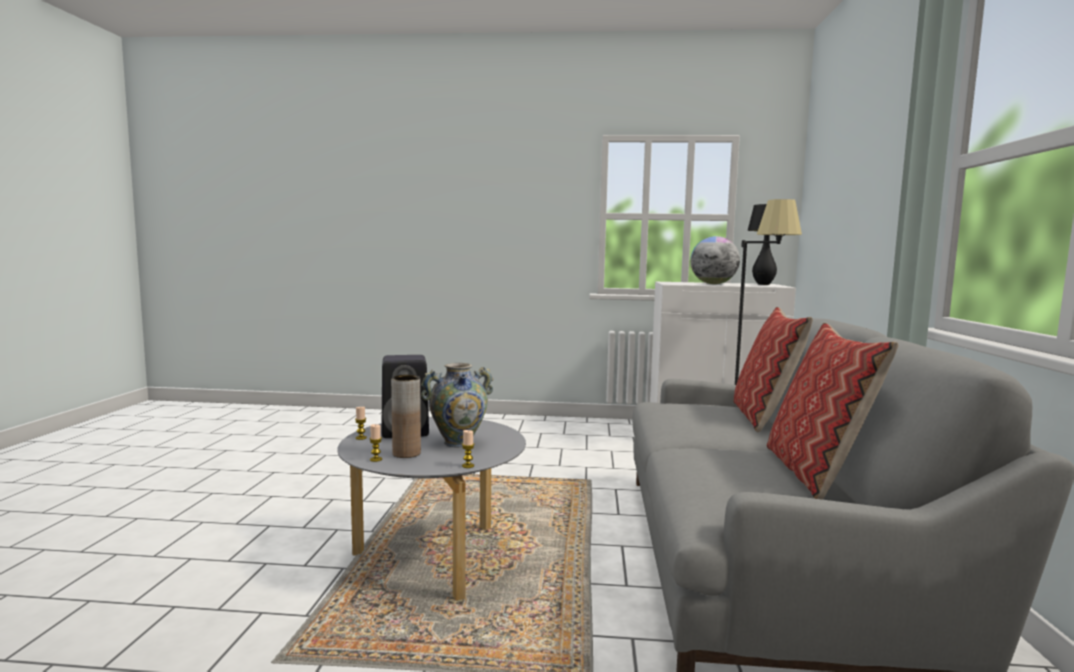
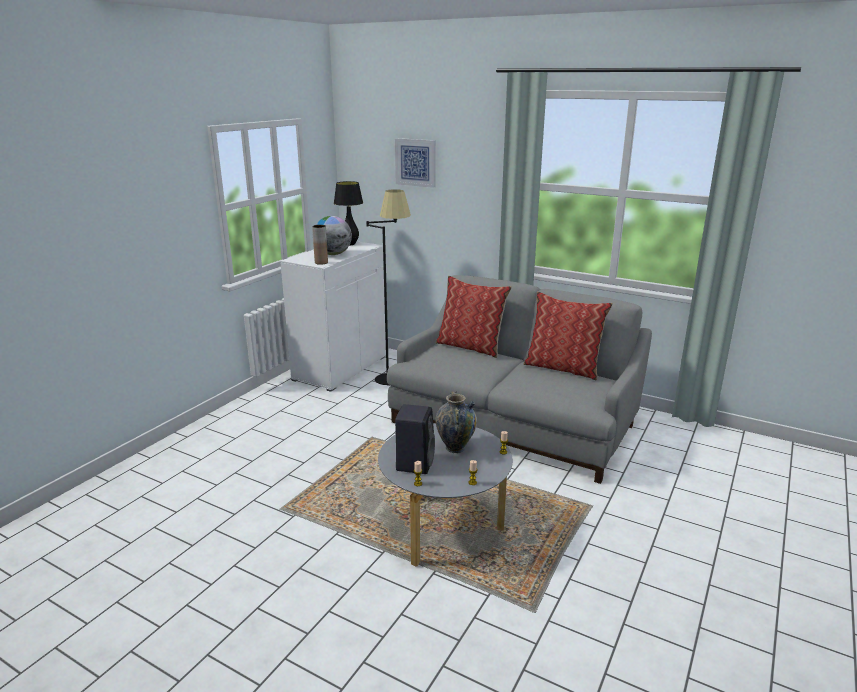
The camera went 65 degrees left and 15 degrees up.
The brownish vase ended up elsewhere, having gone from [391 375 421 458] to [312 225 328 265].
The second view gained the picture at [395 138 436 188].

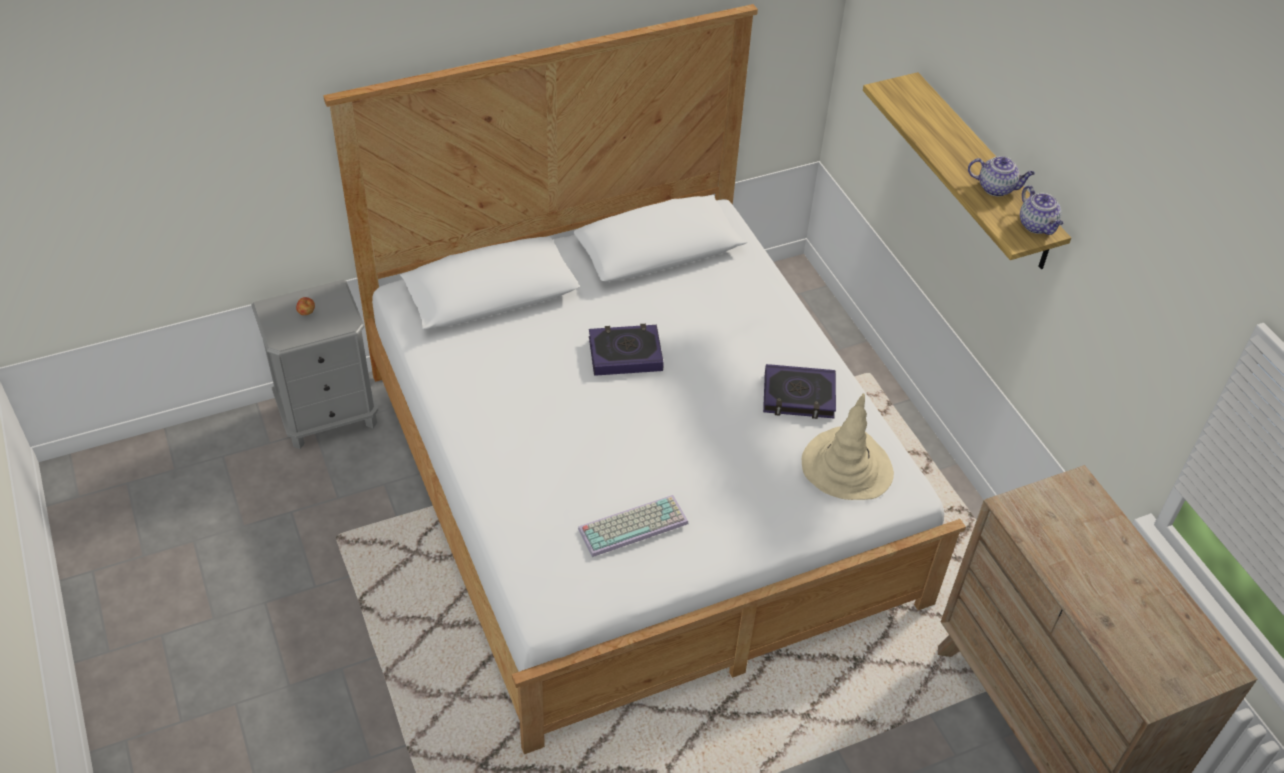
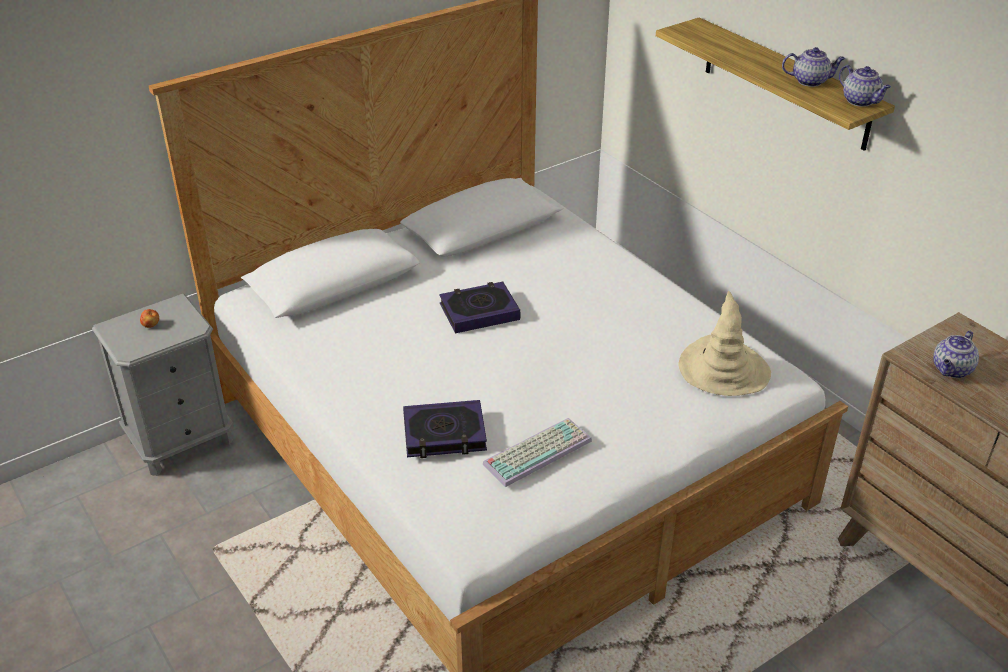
The camera went 10 degrees left and 10 degrees down.
The bound book ended up elsewhere, having gone from [763 364 836 419] to [403 400 487 458].
The second view gained the teapot at [933 331 979 378].

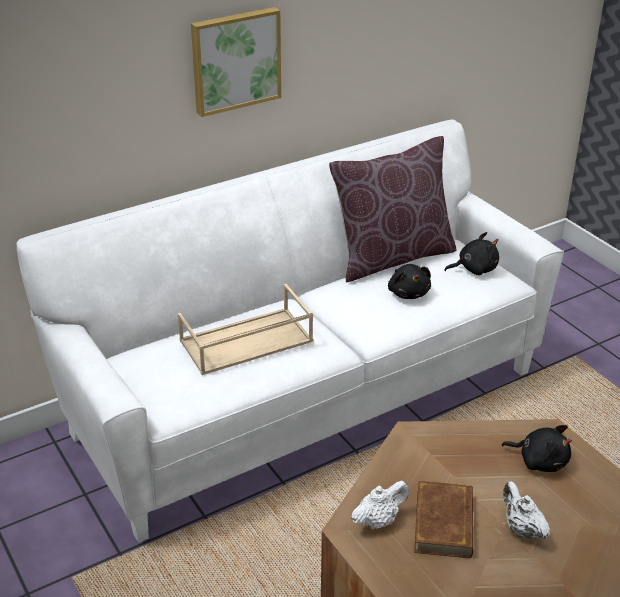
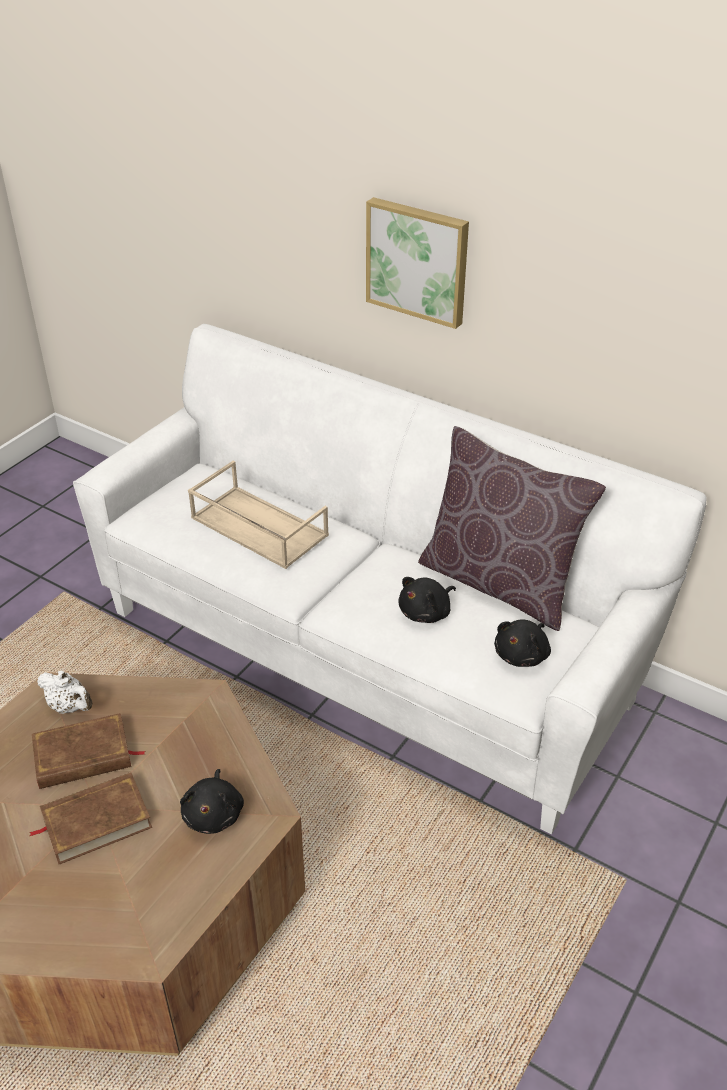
The camera went 65 degrees right and 5 degrees up.
The black plush toy at [444 232 499 275] ended up facing another way, 75 degrees clockwise from before.
Where the whitish teapot stood at [503 481 550 539], the brownish bound book came to stand at [29 772 152 864].

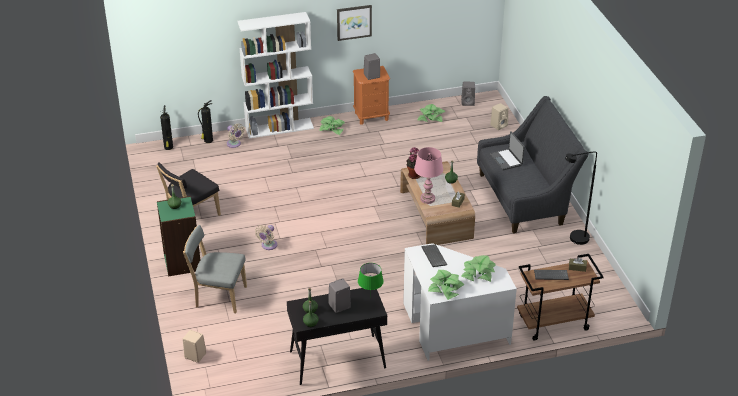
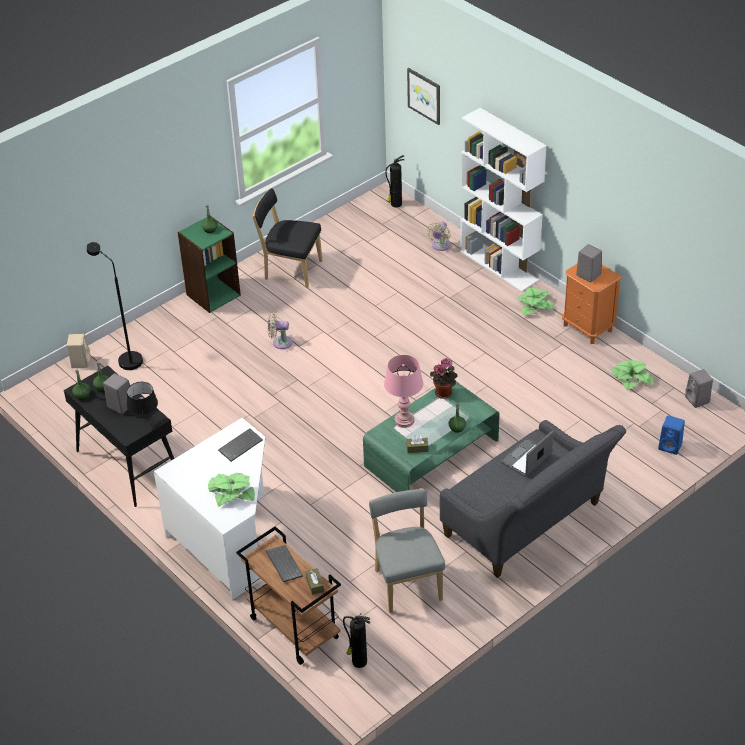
The camera went 65 degrees right and 5 degrees up.
The greyish chair ended up elsewhere, having gone from [183 225 247 313] to [369 488 445 613].
The extinguisher ended up elsewhere, having gone from [198 100 213 143] to [343 616 370 668].
The picture ended up elsewhere, having gone from [337 5 372 41] to [407 68 440 125].
What was the green-coloured tabletop lamp at [358 263 384 299] turned into the black tabletop lamp at [127 382 158 423].
What was the brownish coffee table at [400 161 475 245] turned into the green-coloured coffee table at [363 381 500 492].
The second view lost the plant in a pot at [428 270 464 300].
What was the sand-coloured audio speaker at [490 103 508 130] turned into the blue-coloured audio speaker at [658 416 685 455].
The black floor lamp ended up elsewhere, having gone from [565 151 597 245] to [87 242 143 370].

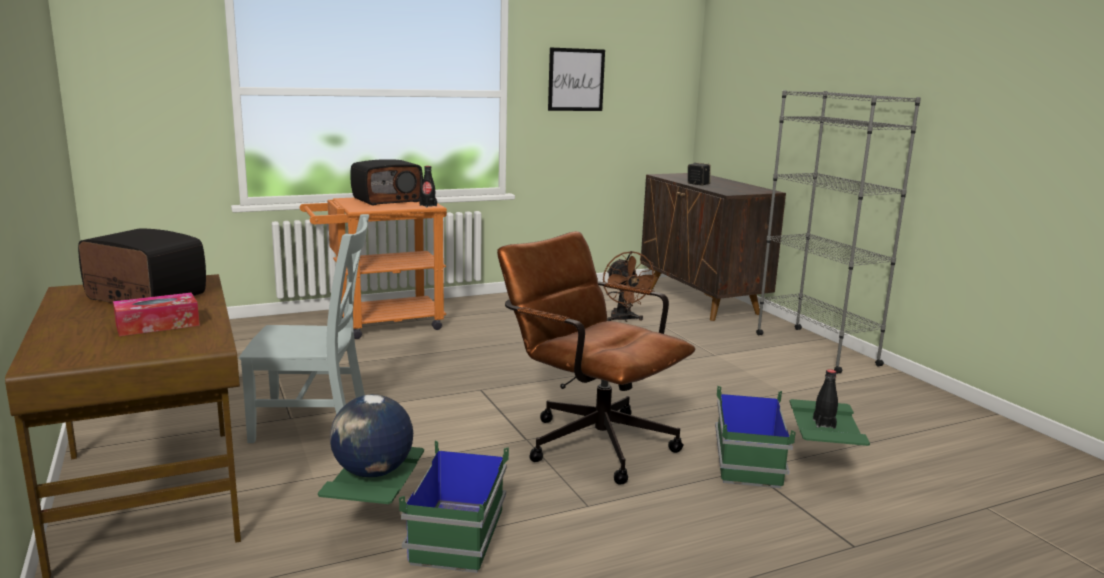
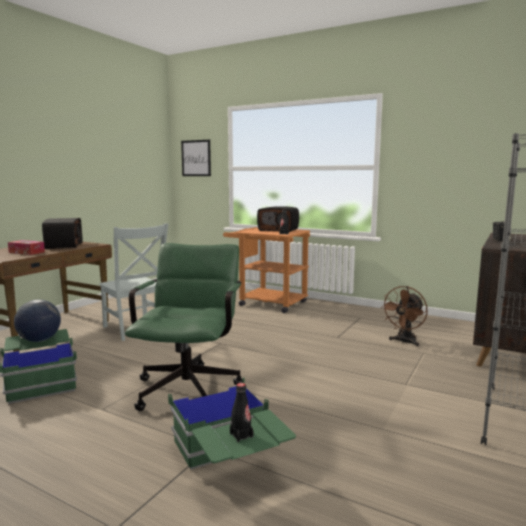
The camera went 55 degrees right and 5 degrees down.
What was the brownish office chair at [497 231 695 485] turned into the green-coloured office chair at [125 243 243 411].
The picture ended up elsewhere, having gone from [548 47 605 111] to [181 140 211 176].

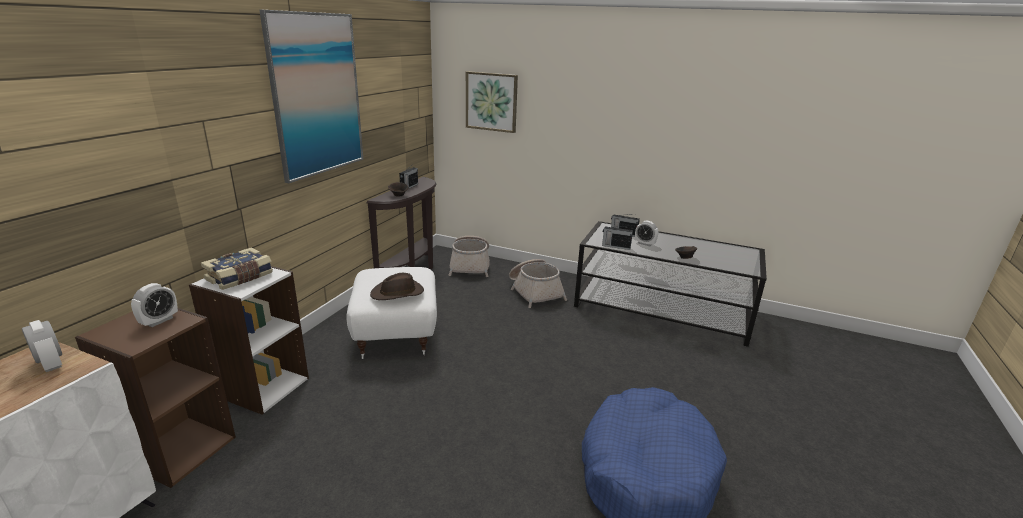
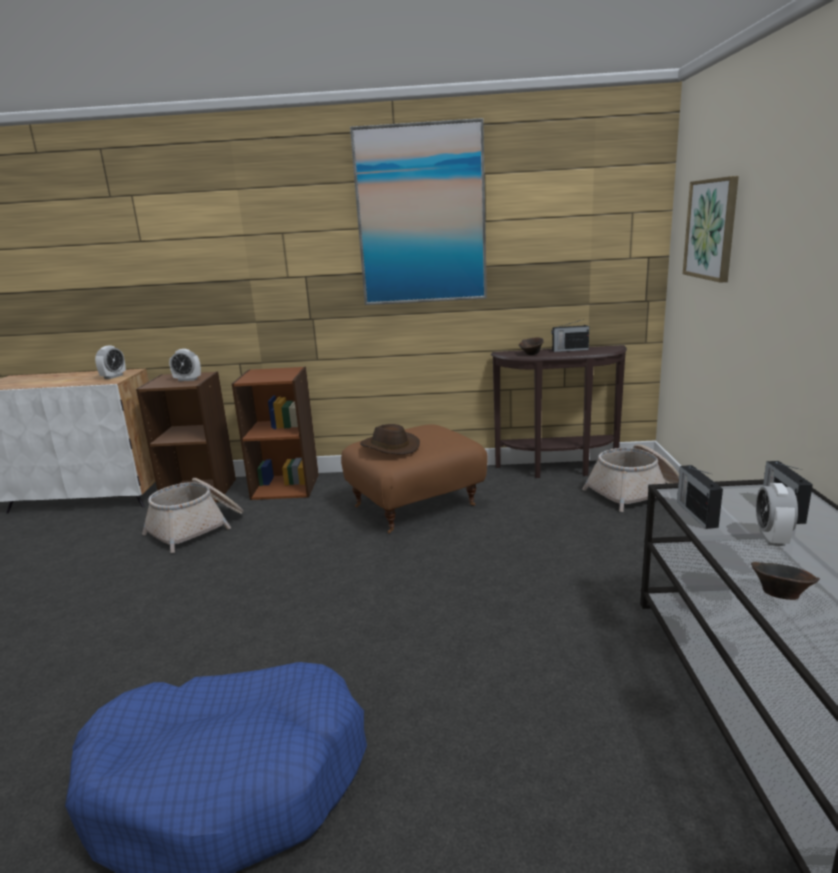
The camera went 70 degrees right and 5 degrees down.
What was the whitish bookshelf at [189 266 309 415] turned into the brownish bookshelf at [232 367 319 500].
The second view lost the bound book at [201 248 273 290].
What was the whitish ottoman at [346 267 437 359] turned into the brownish ottoman at [341 424 488 533].
The storage basket ended up elsewhere, having gone from [509 259 567 308] to [142 478 244 553].

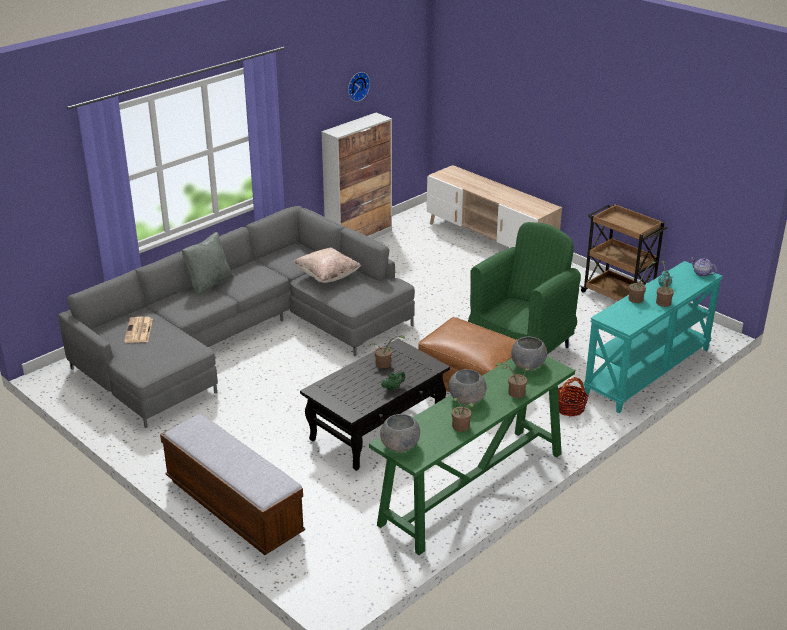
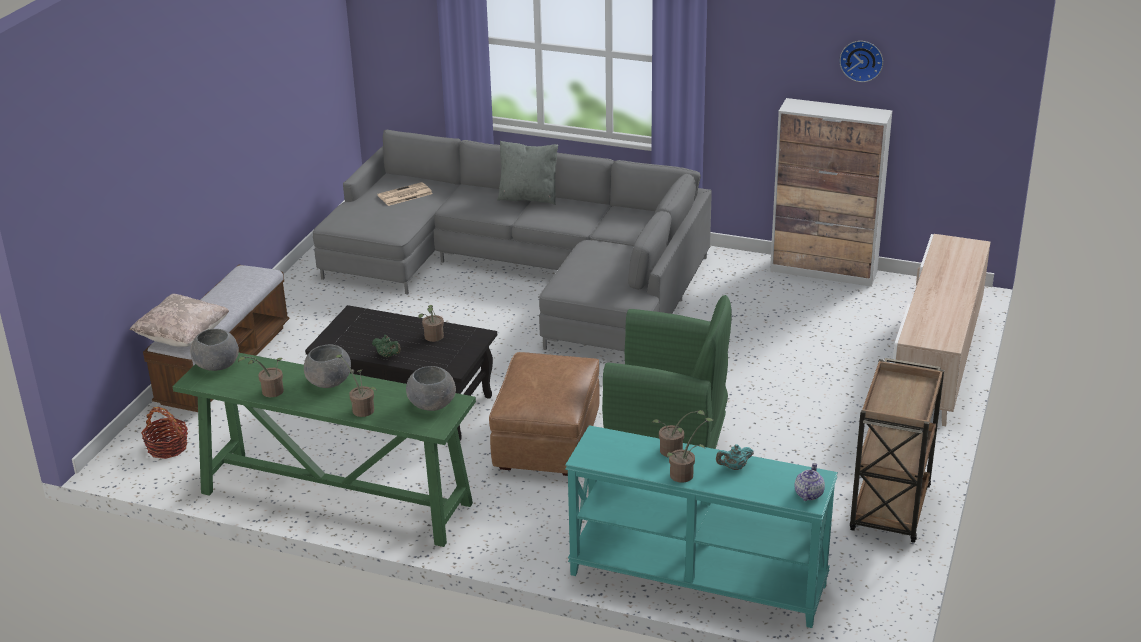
The camera went 65 degrees right and 0 degrees up.
The sand-coloured throw pillow ended up elsewhere, having gone from [294 247 361 283] to [130 294 229 347].
The storage basket ended up elsewhere, having gone from [558 377 588 417] to [141 407 188 459].

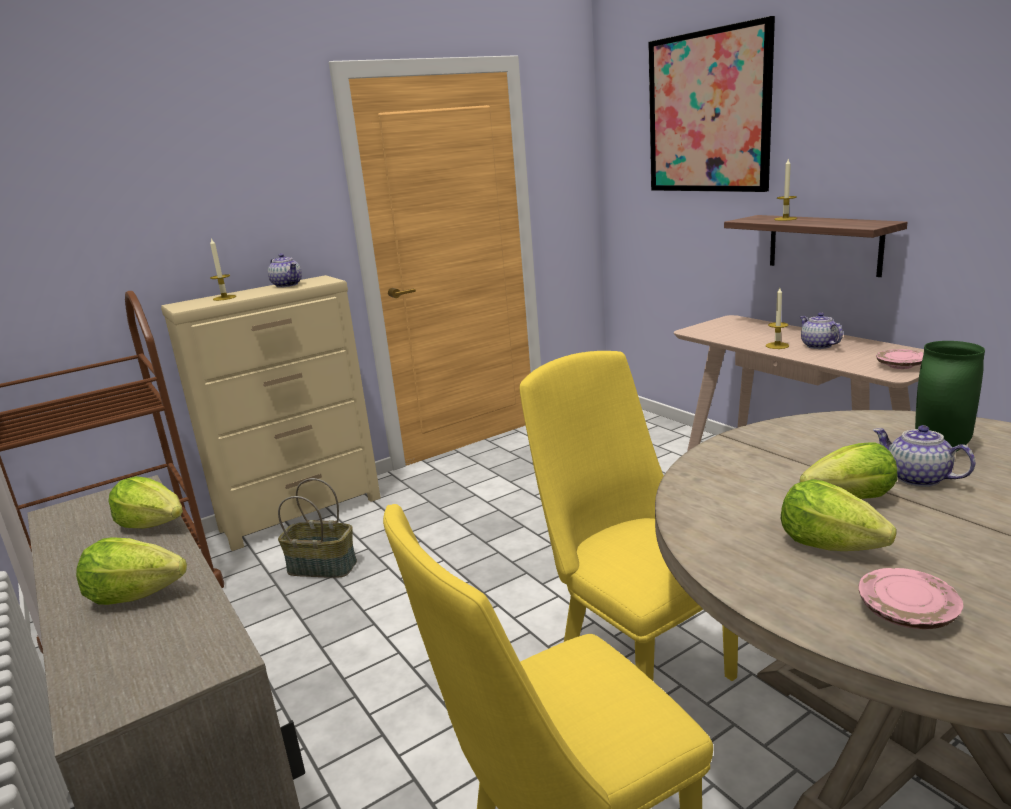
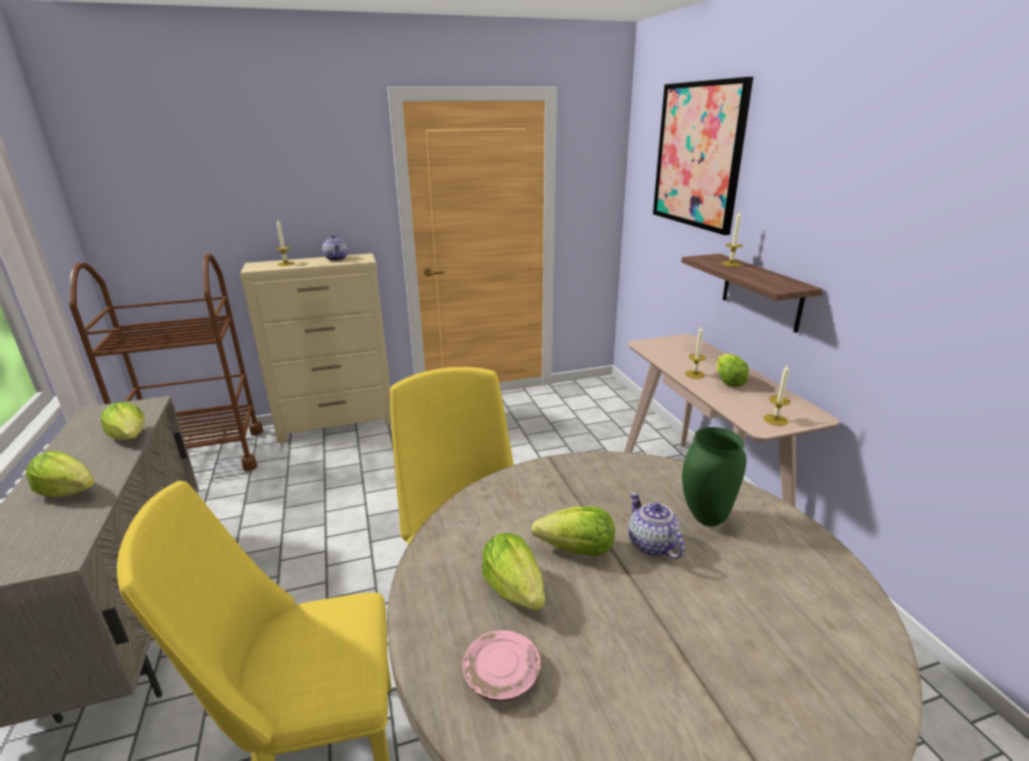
The camera went 15 degrees right and 5 degrees up.
The second view lost the storage basket at [278 478 357 578].
Where the teapot stood at [800 312 843 349], the lettuce head came to stand at [716 353 749 387].
Where the pink-coloured dinner plate stood at [876 349 924 369], the wax light came to stand at [764 364 790 426].

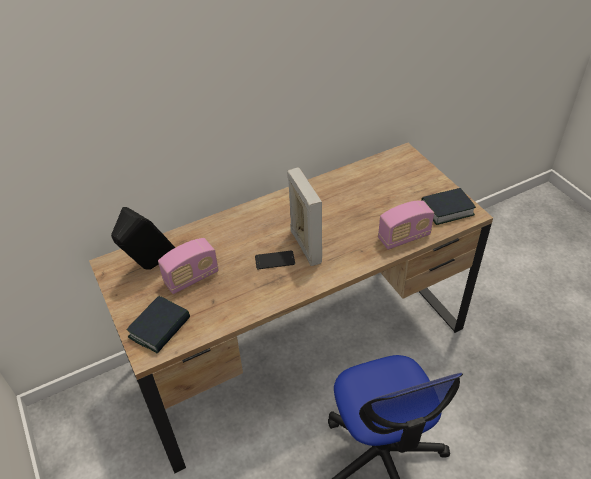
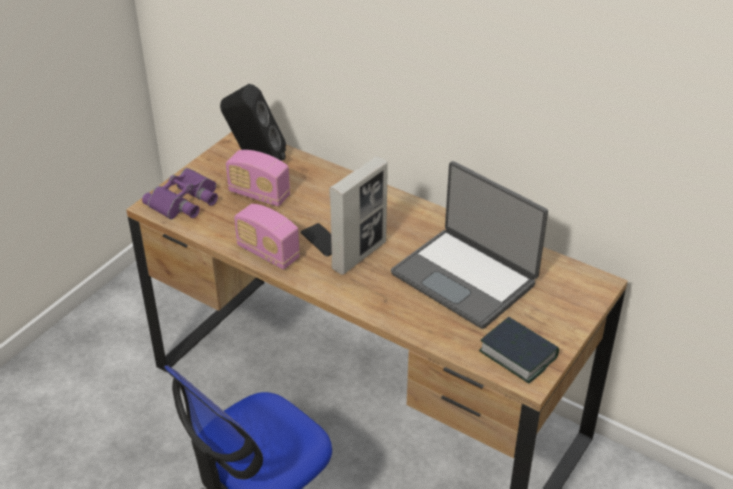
The camera went 60 degrees right and 5 degrees down.
Where the bound book stood at [126 296 190 353], the purplish binoculars came to stand at [142 168 218 220].
The radio receiver ended up elsewhere, having gone from [378 200 434 250] to [234 204 300 270].
The second view gained the notebook computer at [391 161 548 329].

